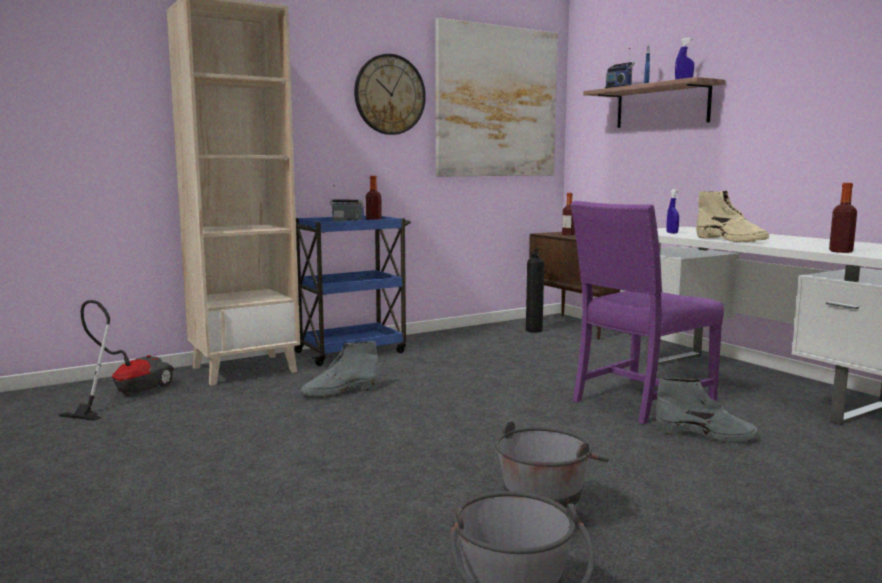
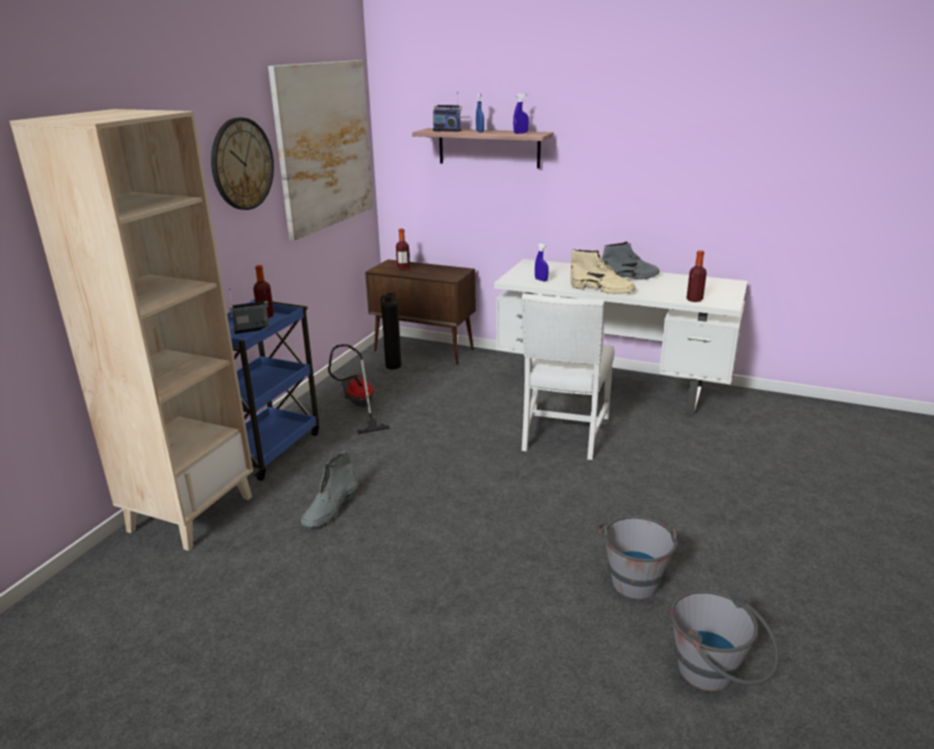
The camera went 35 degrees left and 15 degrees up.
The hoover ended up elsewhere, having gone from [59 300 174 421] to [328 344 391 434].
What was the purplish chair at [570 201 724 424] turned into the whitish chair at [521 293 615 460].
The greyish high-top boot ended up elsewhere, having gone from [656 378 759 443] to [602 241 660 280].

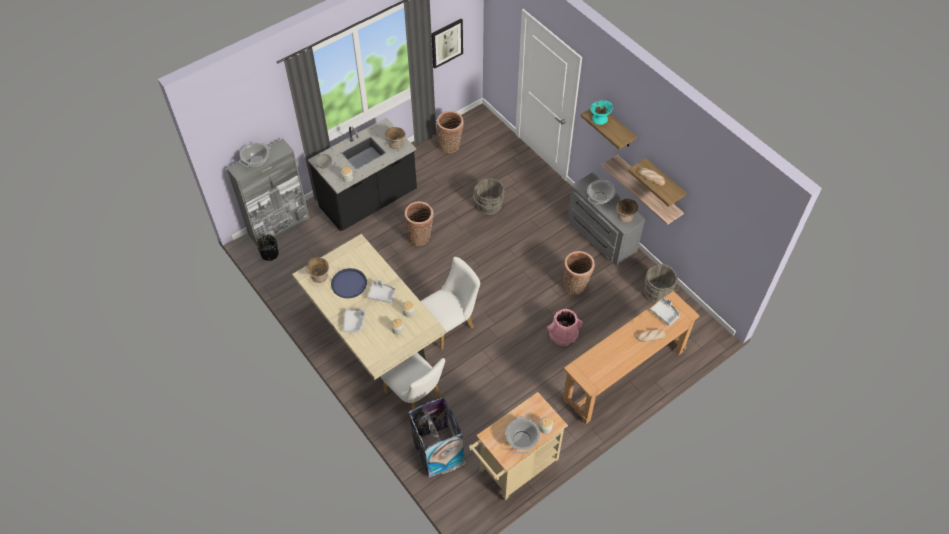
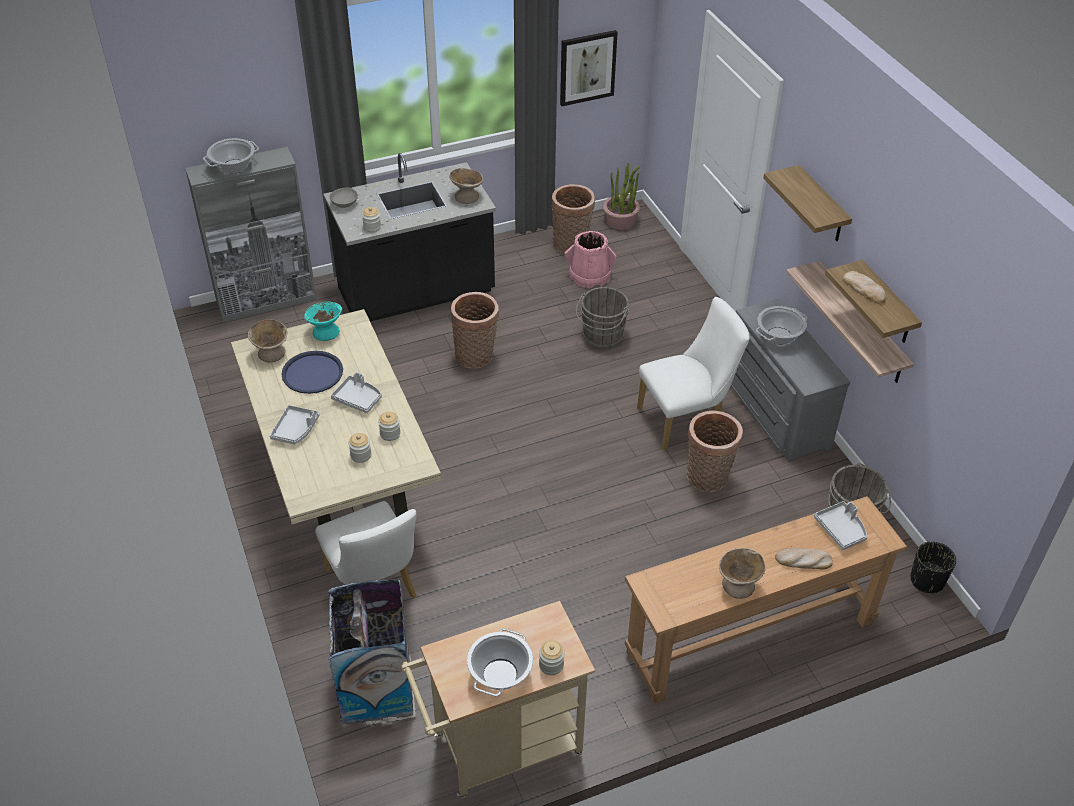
The camera went 15 degrees right and 10 degrees down.
The black plant pot ended up elsewhere, having gone from [256 235 279 261] to [910 541 956 593].
The whitish chair ended up elsewhere, having gone from [421 257 480 350] to [637 297 750 450].
The pink-coloured water bucket ended up elsewhere, having gone from [547 309 583 346] to [564 231 617 288].
The turquoise-coloured deep dish ended up elsewhere, having gone from [590 100 613 125] to [304 302 342 341].
The sand-coloured deep dish ended up elsewhere, having gone from [616 199 638 223] to [719 548 766 599].
The second view gained the plant in a pot at [602 163 640 230].

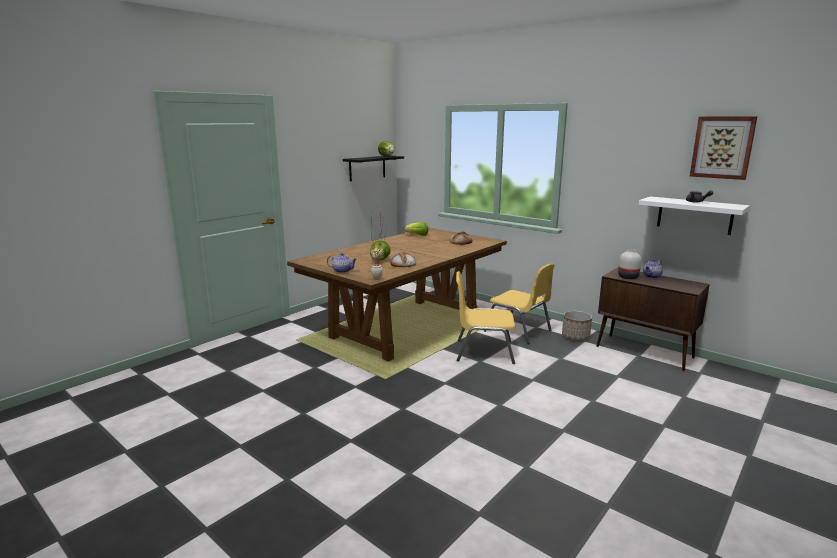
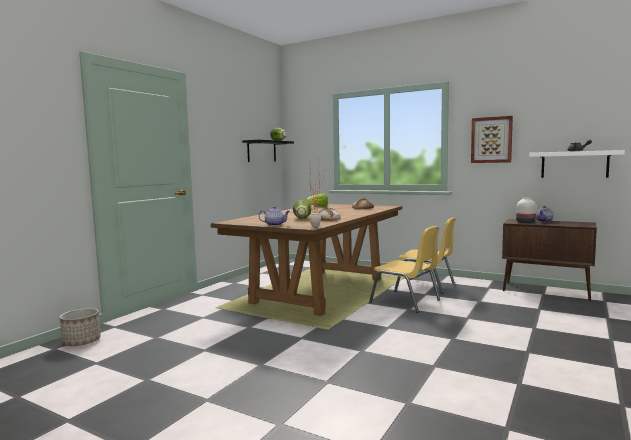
The camera went 10 degrees left and 10 degrees down.
The yellowish chair at [456 271 516 364] ended up facing another way, 135 degrees counterclockwise from before.
The plant pot ended up elsewhere, having gone from [562 311 592 340] to [59 308 101 346].
The picture ended up elsewhere, having gone from [690 116 758 180] to [471 116 513 163].

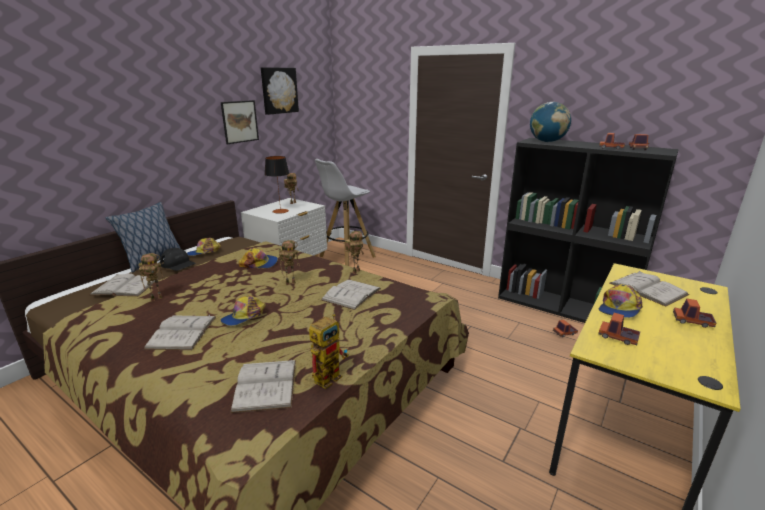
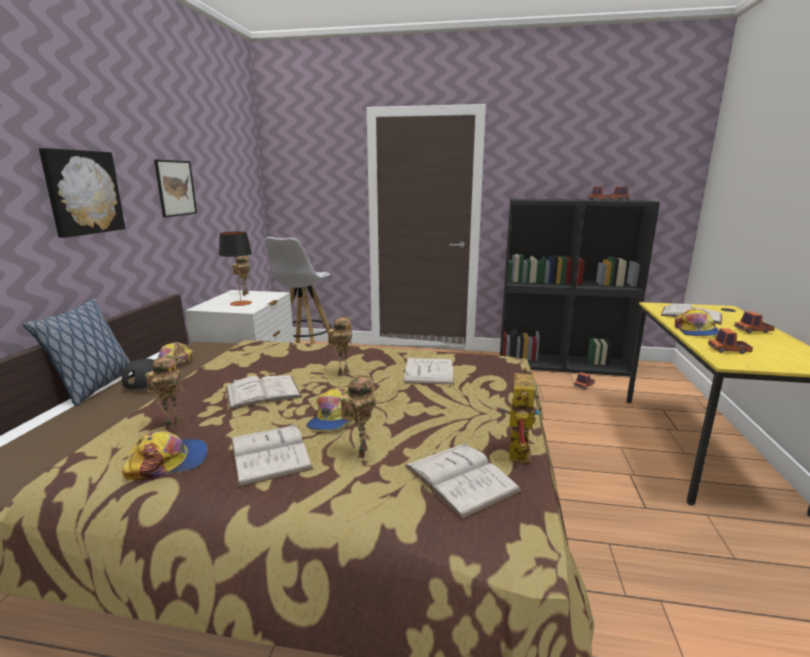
The camera went 25 degrees left and 5 degrees down.
The whitish bound book ended up elsewhere, having gone from [89 273 158 296] to [226 375 302 410].
The peaked cap ended up elsewhere, having gone from [238 248 278 269] to [122 431 208 480].
The picture ended up elsewhere, having gone from [261 67 299 115] to [39 148 125 238].
The model robot ended up elsewhere, having gone from [345 231 364 274] to [340 375 376 458].
The second view lost the globe at [530 102 571 142].

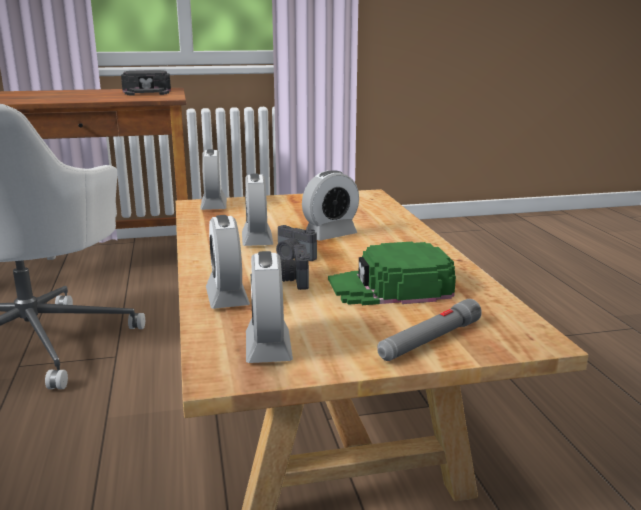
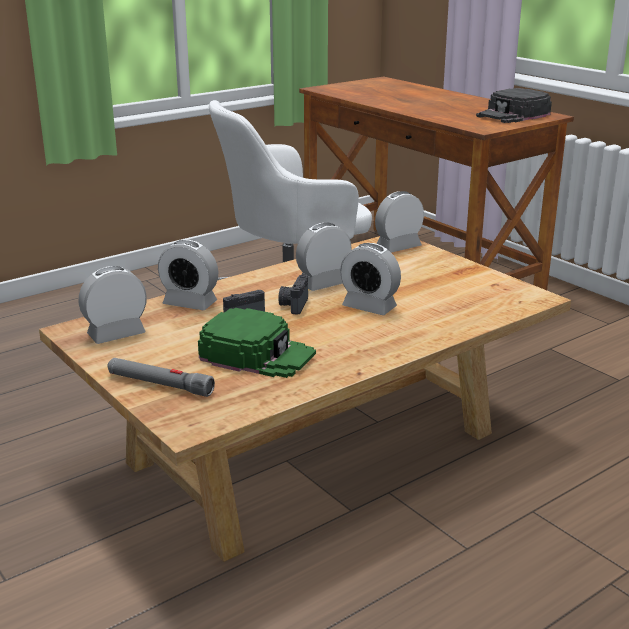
The camera went 65 degrees right and 5 degrees up.
The table clock at [206 215 250 309] ended up facing another way, 120 degrees counterclockwise from before.
The green-coloured peaked cap at [328 242 456 305] ended up facing another way, 150 degrees clockwise from before.

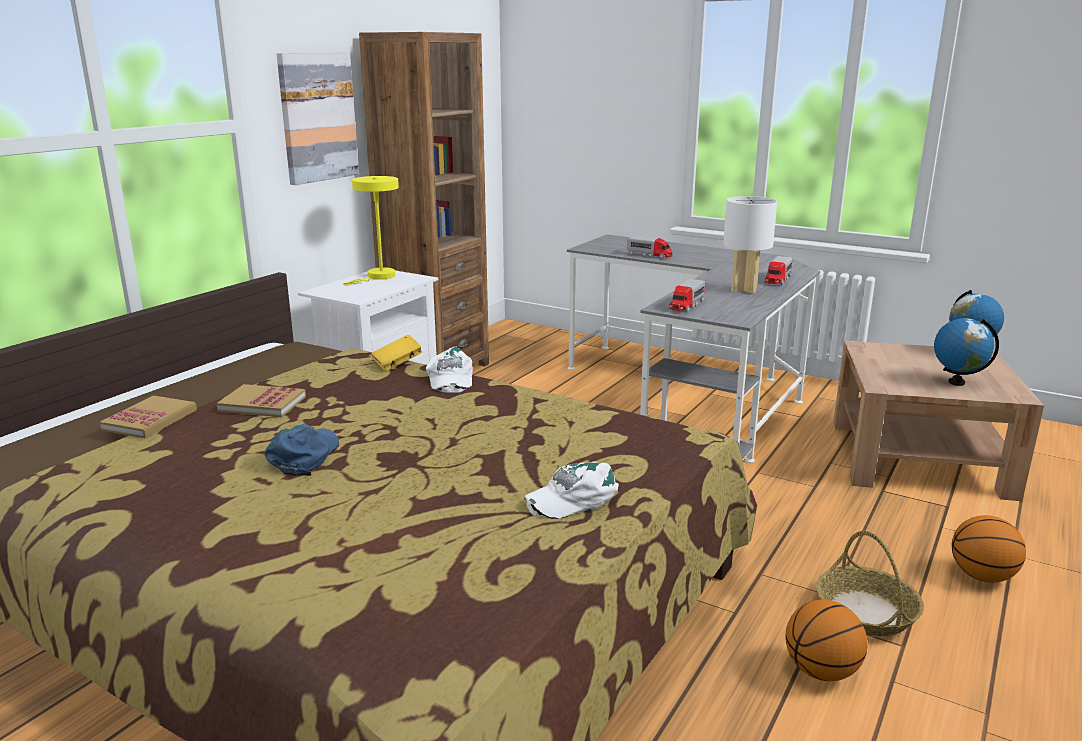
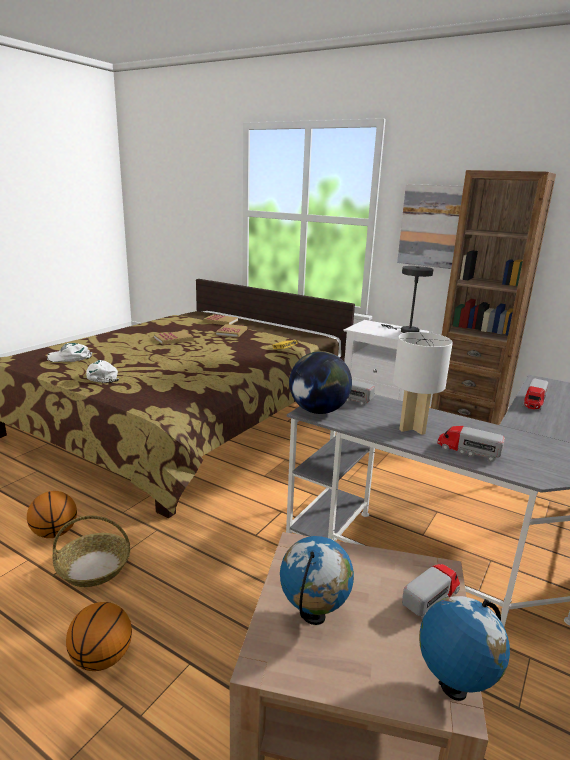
The camera went 90 degrees right and 0 degrees up.
Where the blue-coloured peaked cap stood at [265 424 339 476], the bound book came to stand at [154 331 194 345].
What was the yellowish tabletop lamp at [343 176 399 285] turned into the greyish tabletop lamp at [381 266 434 333].
The whitish peaked cap ended up elsewhere, having gone from [426 346 473 393] to [47 343 92 362].
The second view gained the globe at [289 351 352 414].
The second view gained the toy truck at [402 564 460 619].

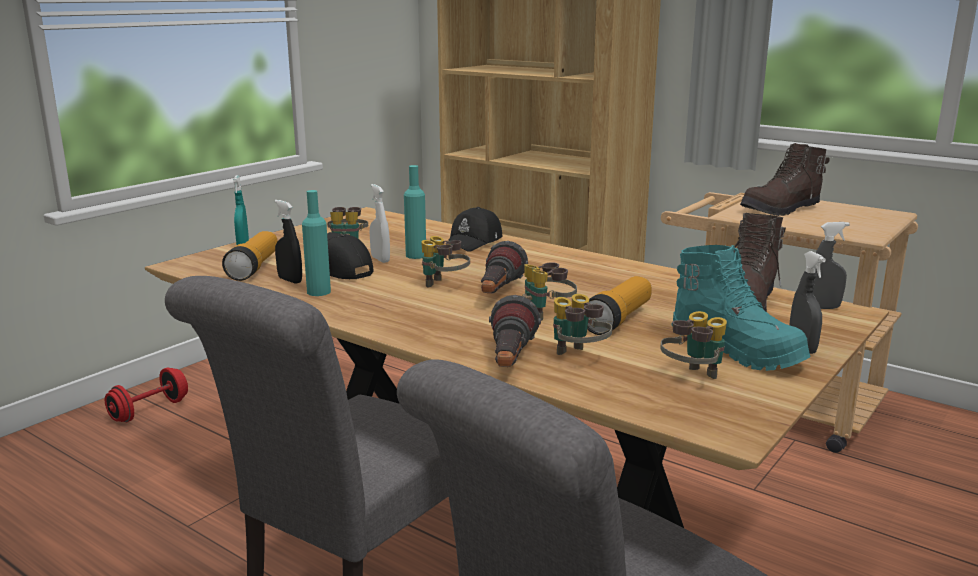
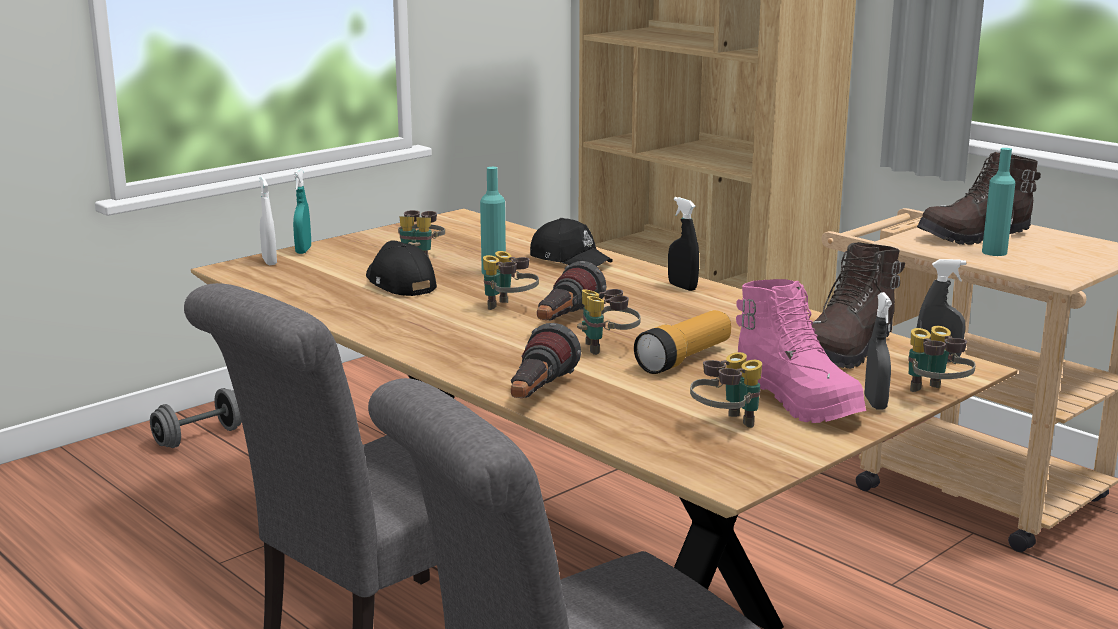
The camera went 10 degrees right and 0 degrees up.
What was the red-coloured free weight at [105 367 188 422] turned into the greyish free weight at [150 388 242 448].
The second view lost the hand torch at [222 231 278 281].
The black sprayer ended up elsewhere, having gone from [275 200 302 284] to [668 197 699 291].
The turquoise-coloured beverage bottle ended up elsewhere, having gone from [302 190 331 296] to [982 148 1015 256].
The whitish sprayer ended up elsewhere, having gone from [370 184 390 263] to [259 176 277 265].
The black peaked cap at [448 207 503 252] ended up facing another way, 90 degrees counterclockwise from before.
The binoculars ended up elsewhere, having gone from [553 294 612 355] to [908 326 976 392].
What was the turquoise-coloured high-top boot at [671 245 811 371] turned into the pink-coloured high-top boot at [736 279 866 423].

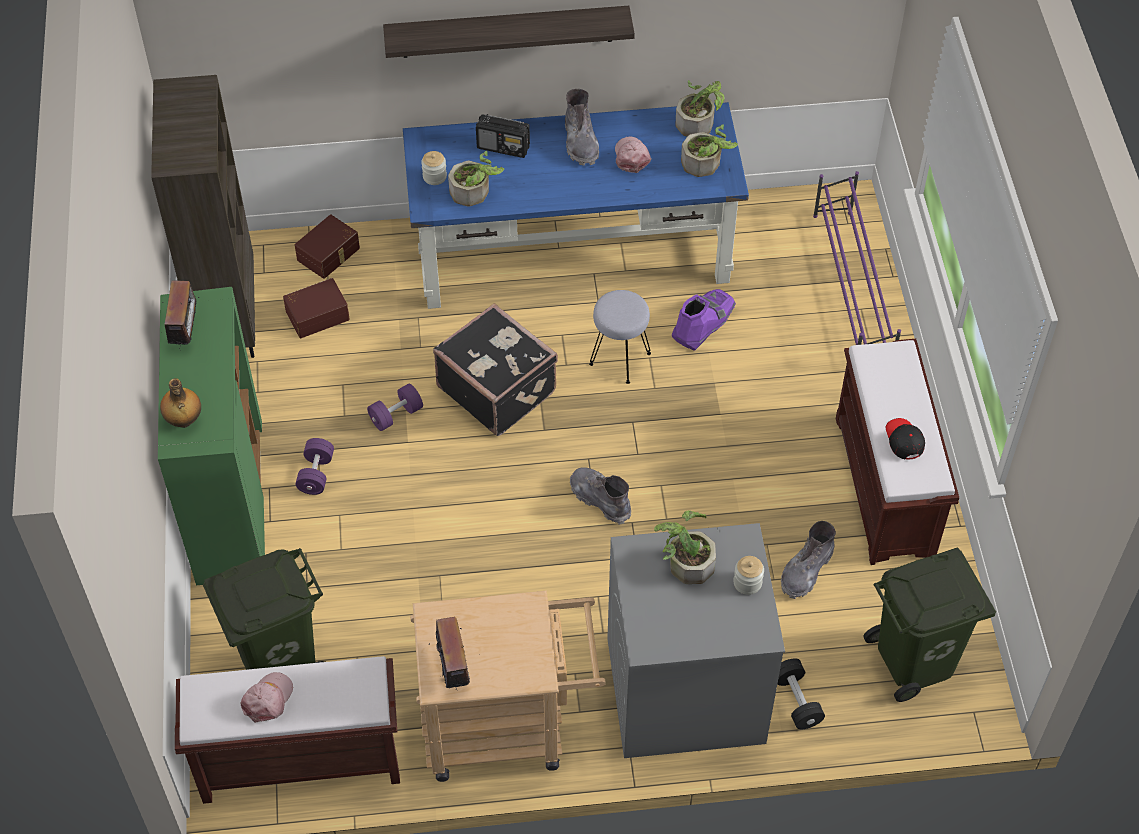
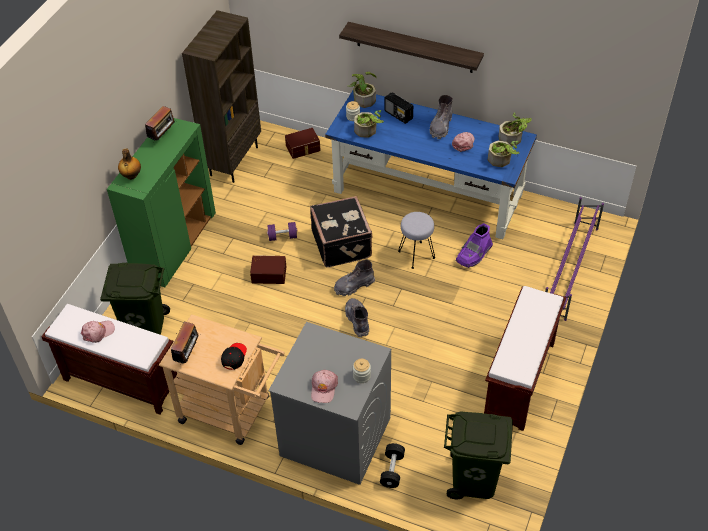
The camera went 30 degrees right and 5 degrees down.
The brownish storage box ended up elsewhere, having gone from [283 278 350 338] to [250 255 286 284].
The second view lost the purplish free weight at [296 438 334 495].
The plant in a pot ended up elsewhere, having gone from [654 510 716 584] to [348 72 376 108].
The purplish high-top boot at [672 289 736 351] ended up facing another way, 150 degrees clockwise from before.
The greyish high-top boot ended up elsewhere, having gone from [781 521 836 599] to [334 260 375 296].
The black peaked cap ended up elsewhere, having gone from [886 418 925 460] to [221 343 247 370].
The second view gained the pink-coloured peaked cap at [311 370 338 403].

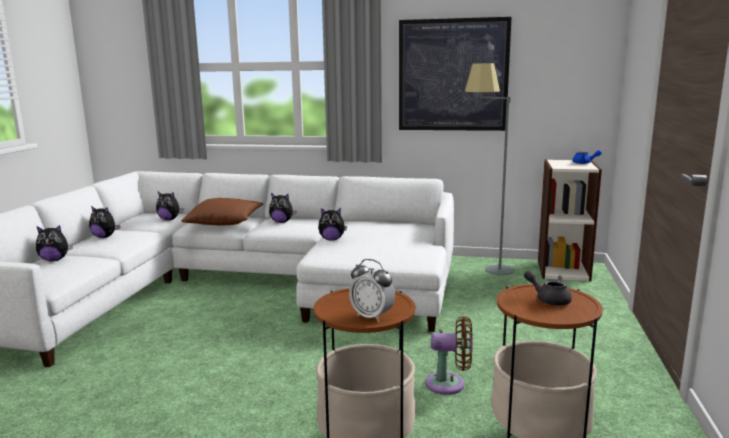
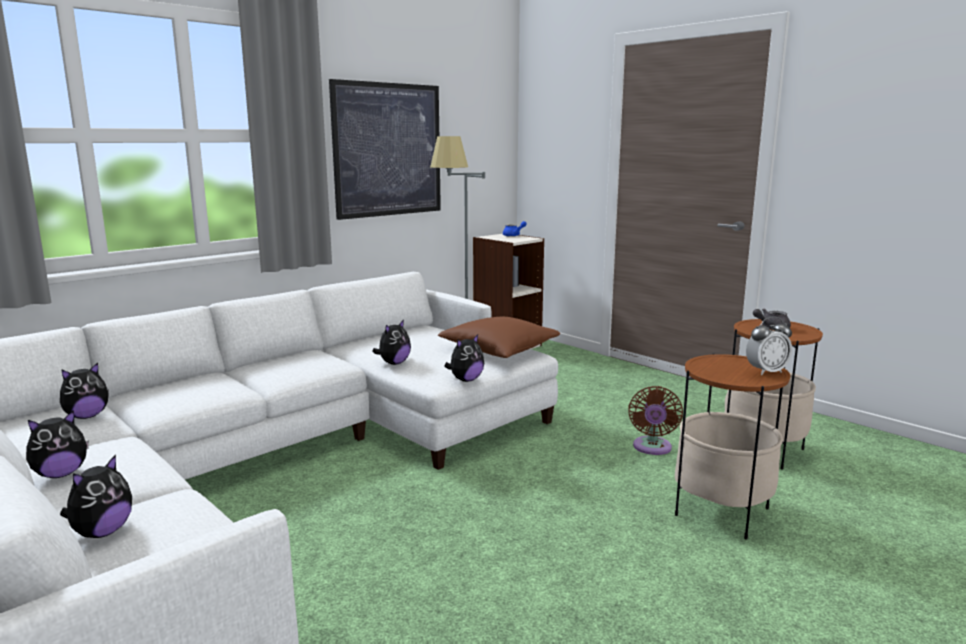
The camera went 55 degrees left and 0 degrees up.
The brownish throw pillow ended up elsewhere, having gone from [181 198 263 225] to [438 317 560 358].
The plush toy ended up elsewhere, having gone from [269 193 297 223] to [445 334 484 382].
The brownish cooling fan at [425 316 473 395] ended up facing another way, 150 degrees clockwise from before.

